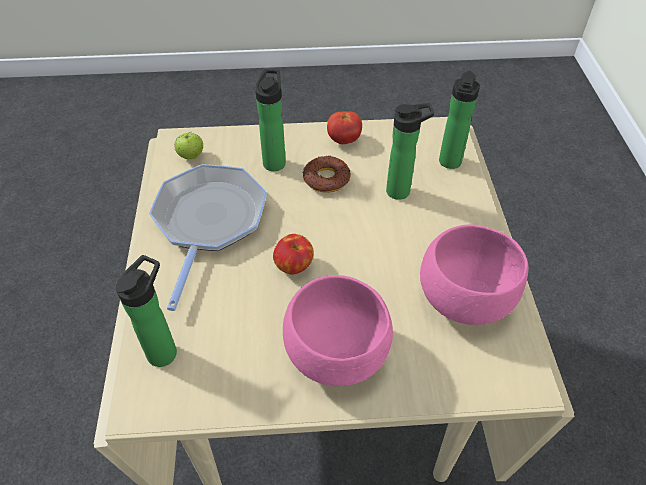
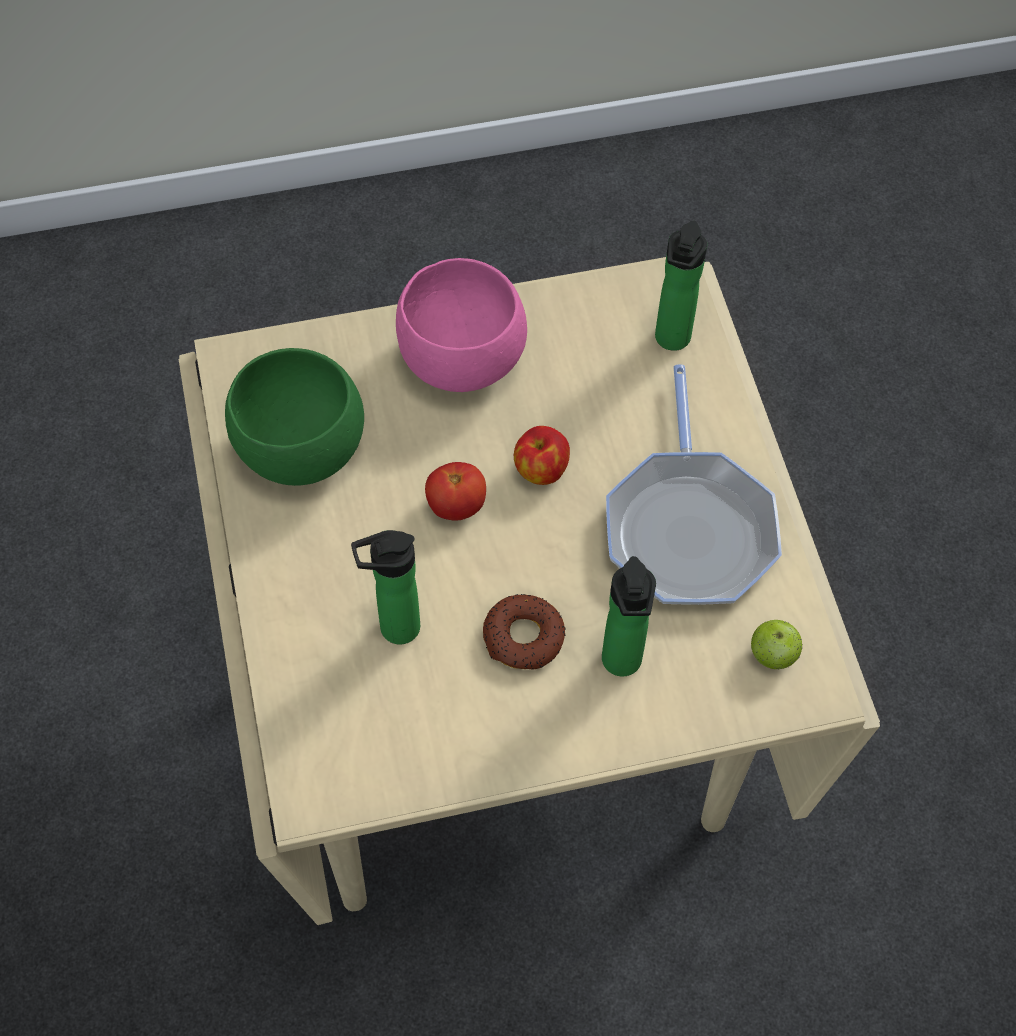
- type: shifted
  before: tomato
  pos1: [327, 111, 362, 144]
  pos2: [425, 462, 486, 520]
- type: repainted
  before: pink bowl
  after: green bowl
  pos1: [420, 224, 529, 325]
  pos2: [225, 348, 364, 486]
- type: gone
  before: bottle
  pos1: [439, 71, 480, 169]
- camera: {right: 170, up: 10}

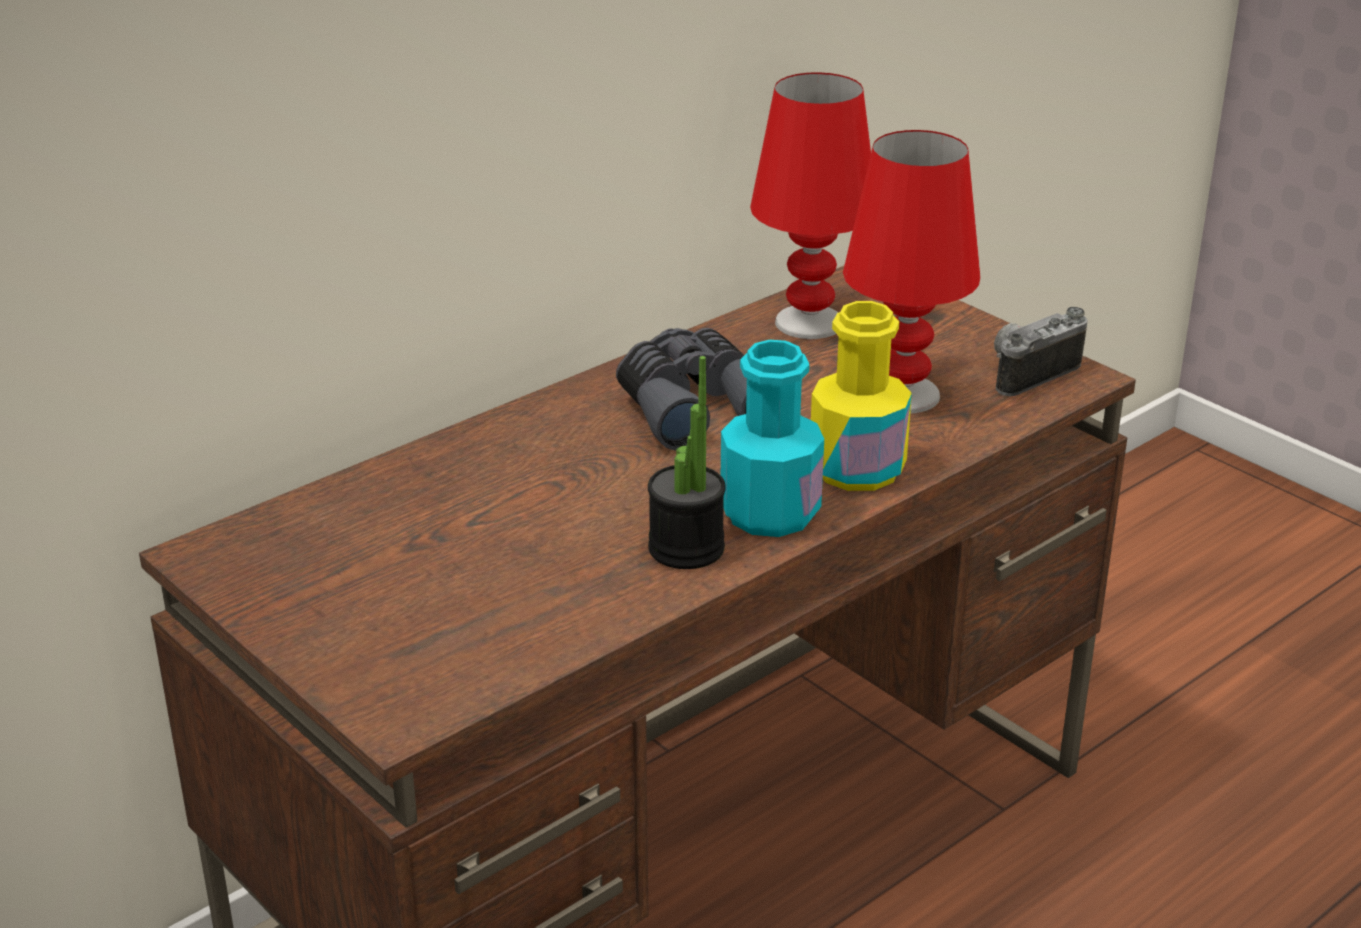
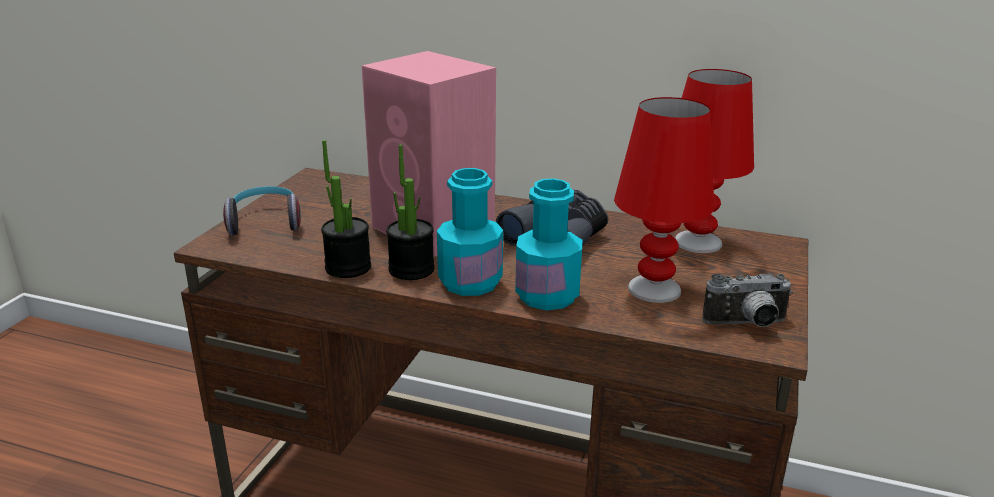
- type: repainted
  before: yellow bottle
  after: turquoise bottle
  pos1: [811, 301, 912, 491]
  pos2: [515, 178, 582, 310]
- type: rotated
  before: photo camera
  pos1: [994, 307, 1087, 397]
  pos2: [702, 274, 793, 327]
  turn: 150
- type: new
  after: headphones
  pos2: [223, 186, 301, 236]
- type: new
  after: potted plant
  pos2: [321, 140, 371, 278]
- type: new
  after: pink speaker
  pos2: [362, 51, 496, 257]
- camera: {right: 60, up: -5}

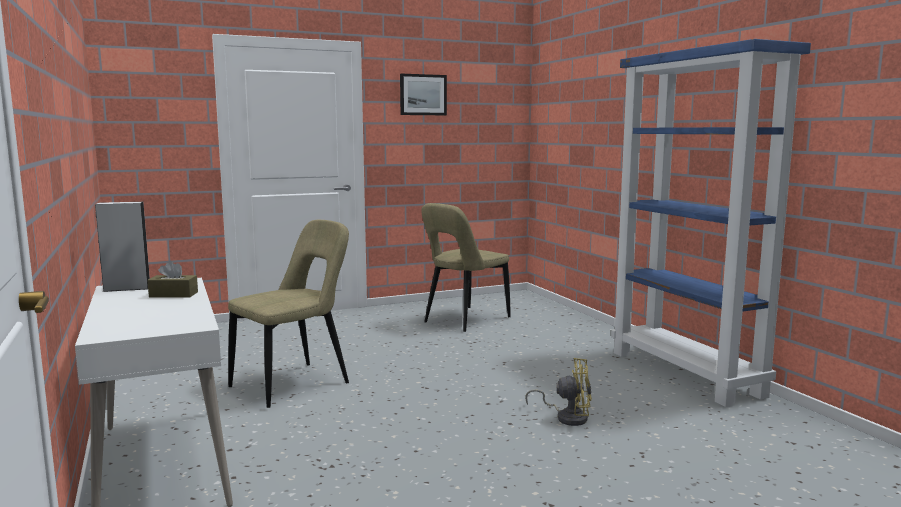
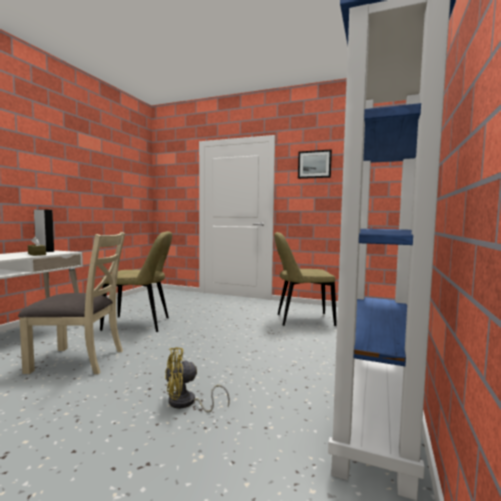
- type: rotated
  before: yellow fan
  pos1: [525, 358, 592, 426]
  pos2: [165, 347, 230, 412]
  turn: 105
- type: new
  after: beige chair
  pos2: [18, 232, 125, 374]
- camera: {right: 45, up: -5}

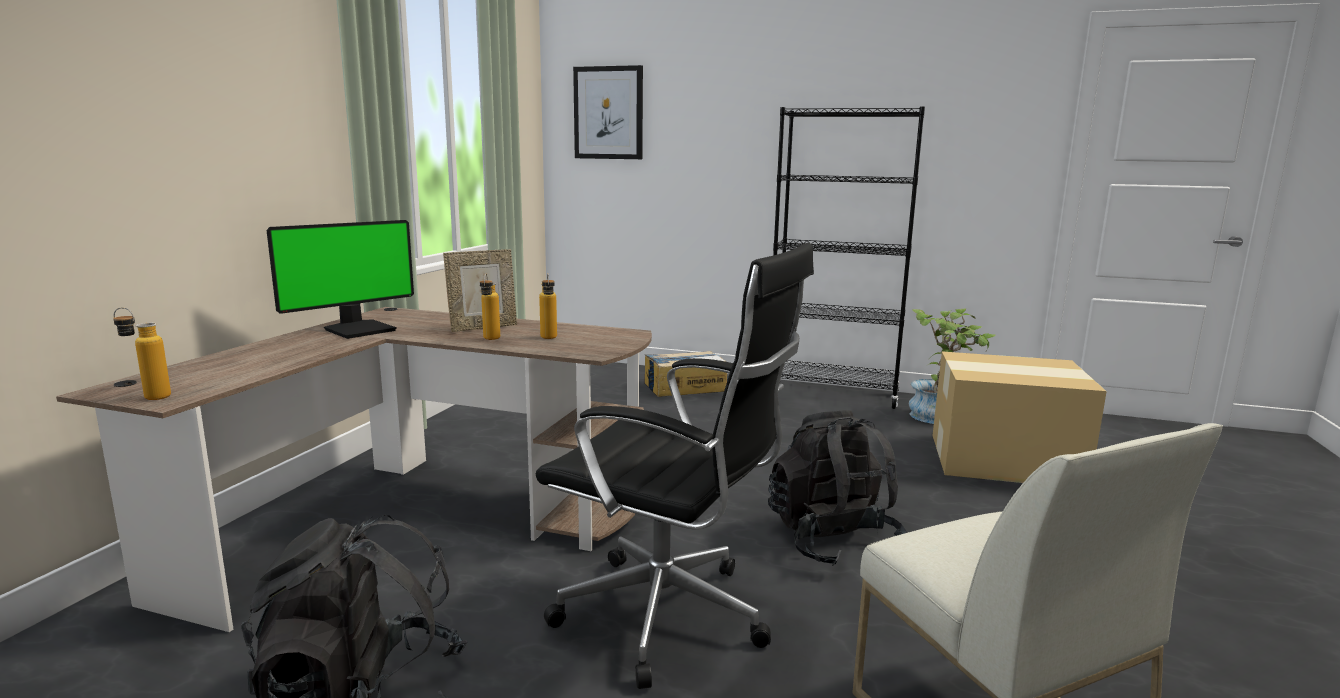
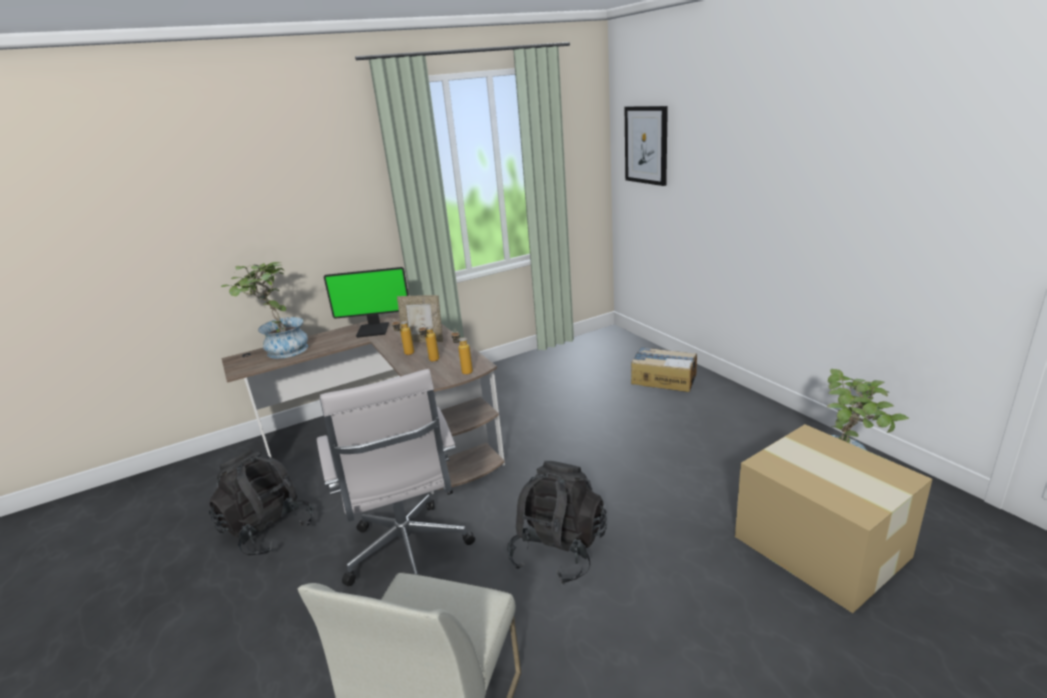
- type: shifted
  before: bottle
  pos1: [113, 307, 171, 400]
  pos2: [452, 329, 473, 375]
- type: repainted
  before: black office chair
  after: white office chair
  pos1: [536, 243, 814, 689]
  pos2: [317, 369, 475, 586]
- type: gone
  before: black bookcase
  pos1: [773, 106, 925, 409]
- type: new
  after: potted plant
  pos2: [221, 262, 308, 359]
- camera: {right: 45, up: 10}

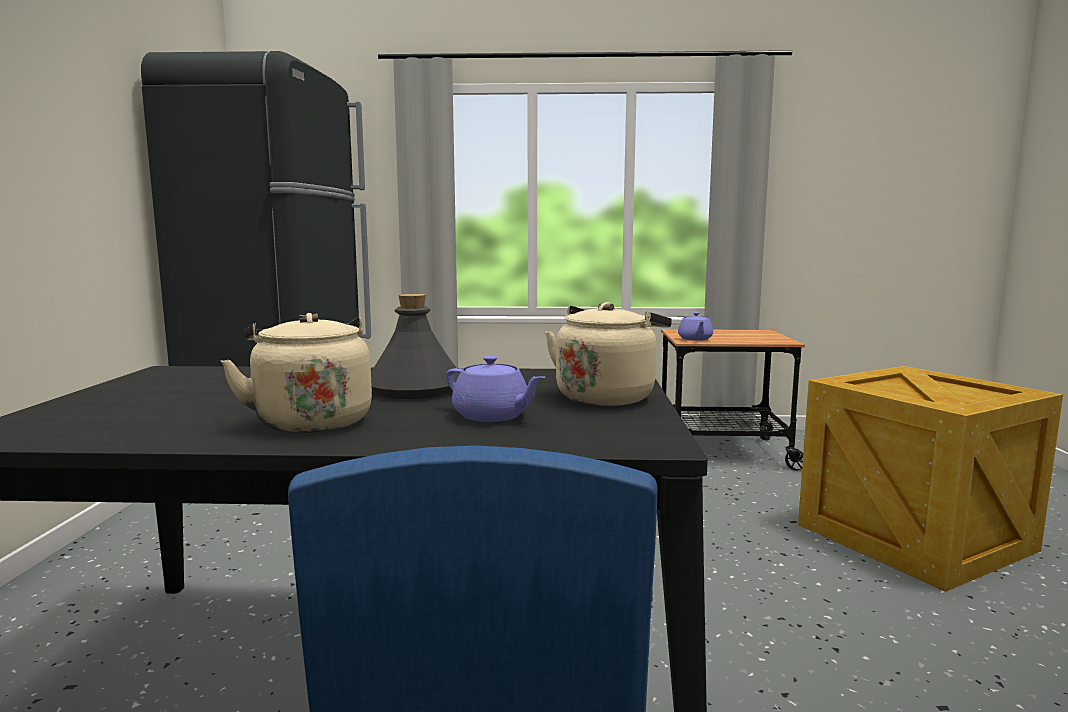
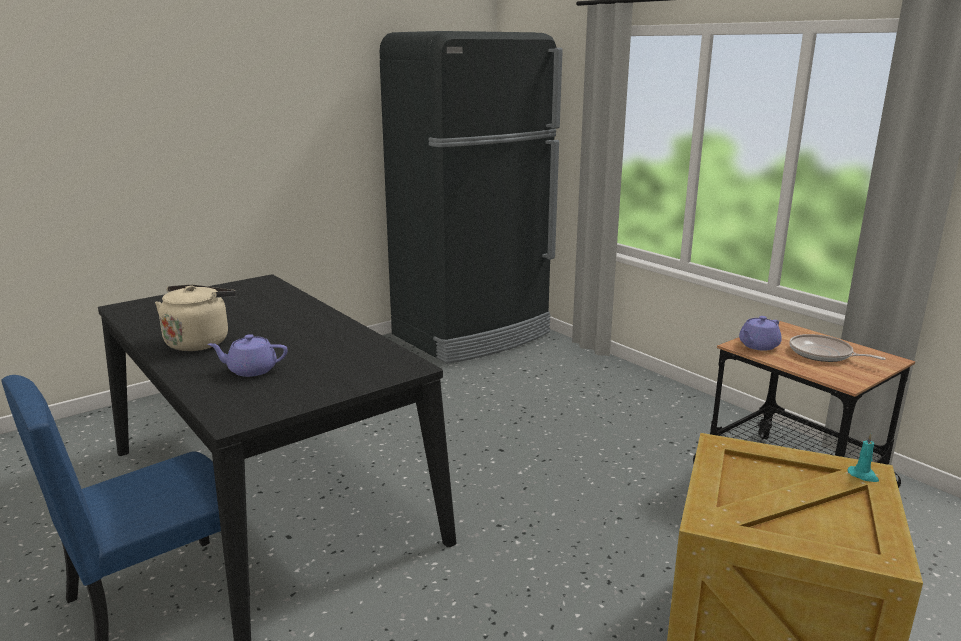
- type: gone
  before: grey bottle
  pos1: [371, 294, 460, 399]
- type: rotated
  before: purple teapot
  pos1: [446, 356, 545, 422]
  pos2: [208, 334, 288, 377]
  turn: 90
- type: gone
  before: beige kettle
  pos1: [545, 302, 672, 406]
- type: new
  after: frying pan
  pos2: [789, 334, 886, 362]
- type: new
  after: turquoise candle
  pos2: [847, 434, 879, 482]
- camera: {right: 50, up: 10}

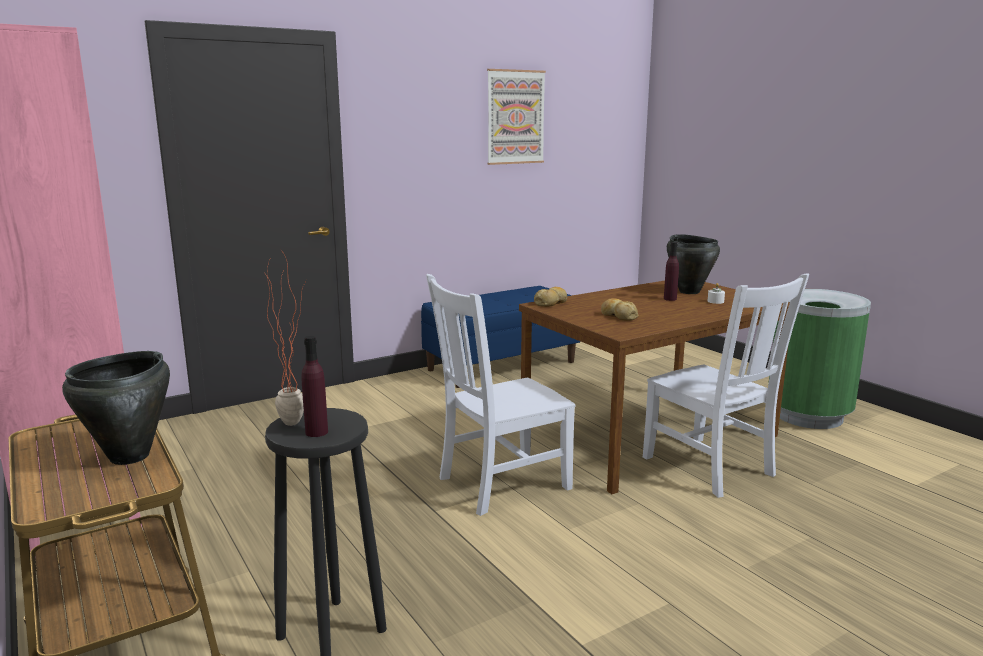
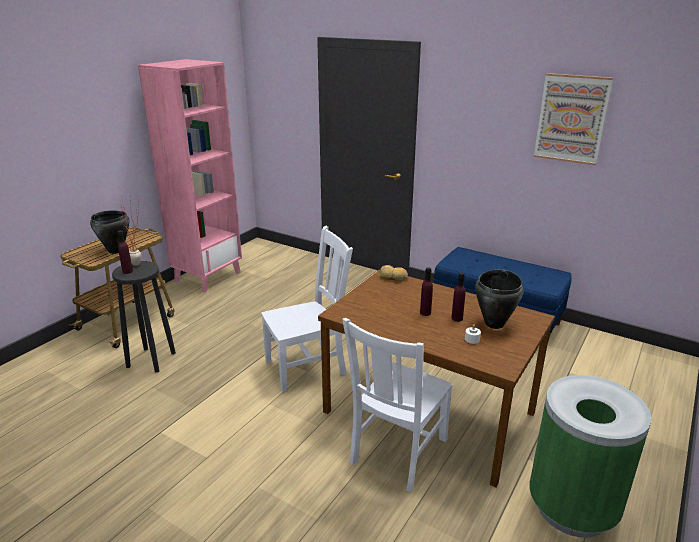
- type: rotated
  before: white chair
  pos1: [426, 274, 576, 516]
  pos2: [261, 226, 353, 392]
  turn: 120
- type: gone
  before: bread
  pos1: [601, 299, 639, 321]
- type: new
  after: purple bottle
  pos2: [420, 267, 433, 316]
- camera: {right: 65, up: 10}

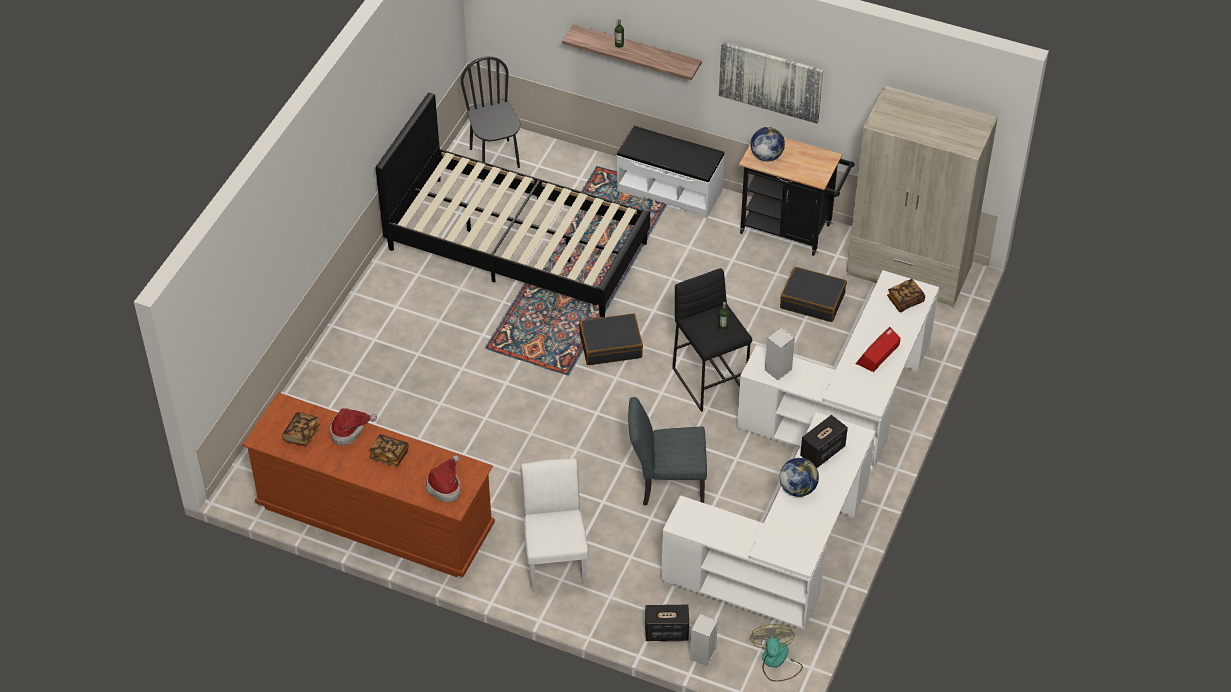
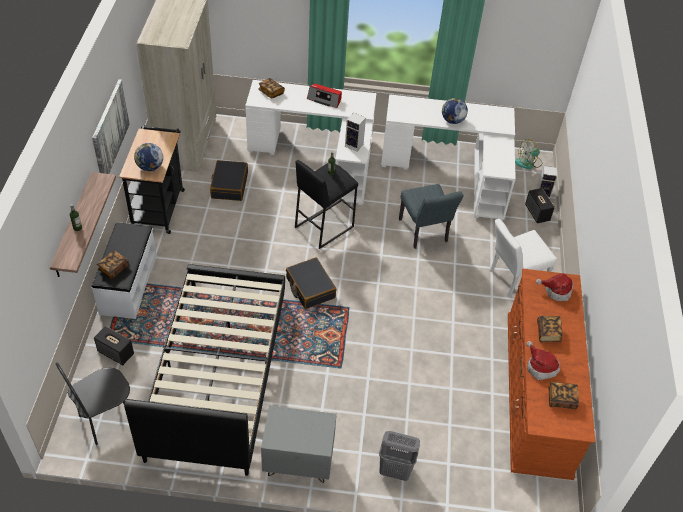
- type: shifted
  before: speaker
  pos1: [800, 415, 848, 468]
  pos2: [94, 326, 134, 365]
- type: new
  after: book
  pos2: [97, 250, 129, 279]
- type: new
  after: grey nightstand
  pos2: [261, 406, 337, 483]
- type: new
  after: grey laundry basket
  pos2: [379, 431, 420, 481]
- camera: {right: -110, up: 0}

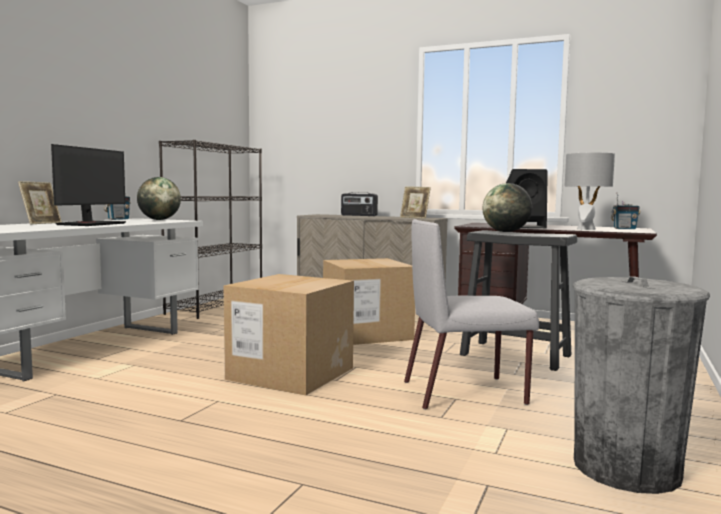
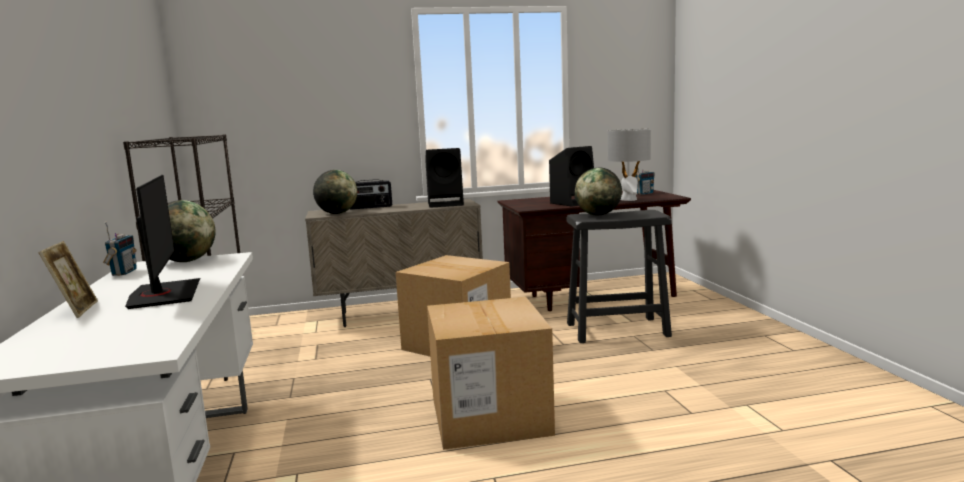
- type: swapped
  before: picture frame
  after: black speaker
  pos1: [400, 186, 431, 219]
  pos2: [426, 148, 464, 208]
- type: gone
  before: grey chair
  pos1: [404, 219, 539, 410]
- type: gone
  before: grey trash can
  pos1: [573, 277, 710, 494]
- type: new
  after: globe
  pos2: [313, 170, 357, 214]
- camera: {right: -35, up: 5}

